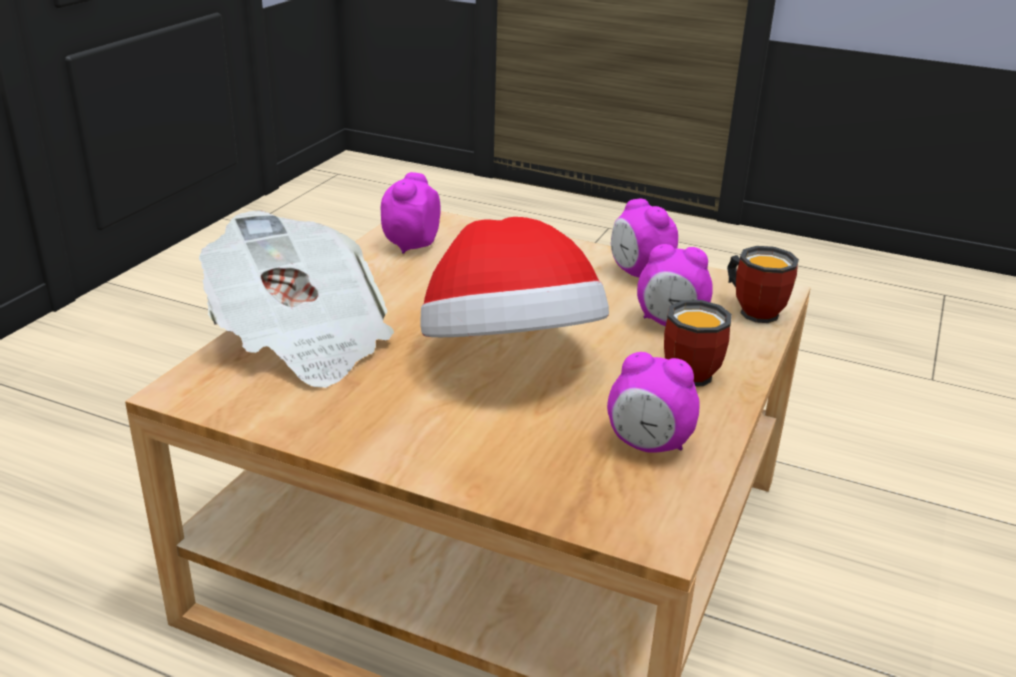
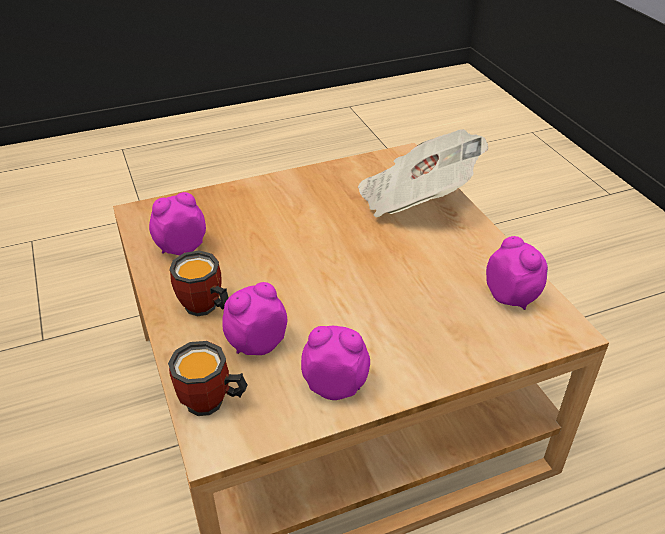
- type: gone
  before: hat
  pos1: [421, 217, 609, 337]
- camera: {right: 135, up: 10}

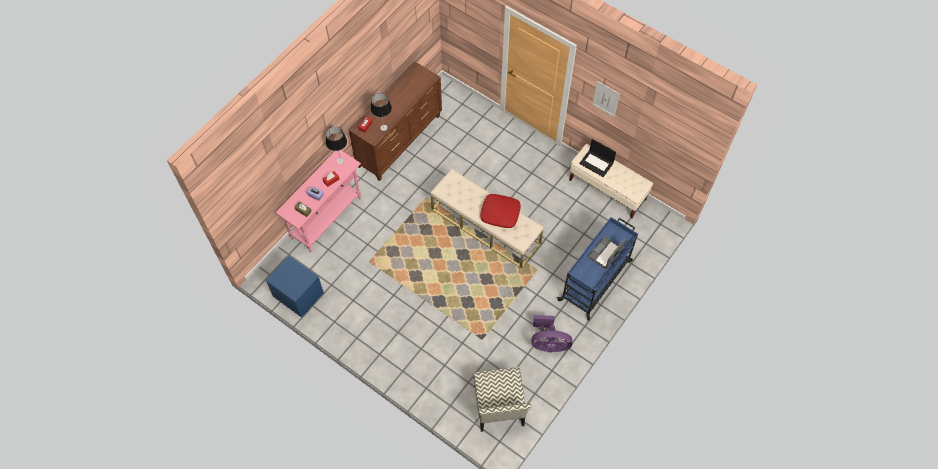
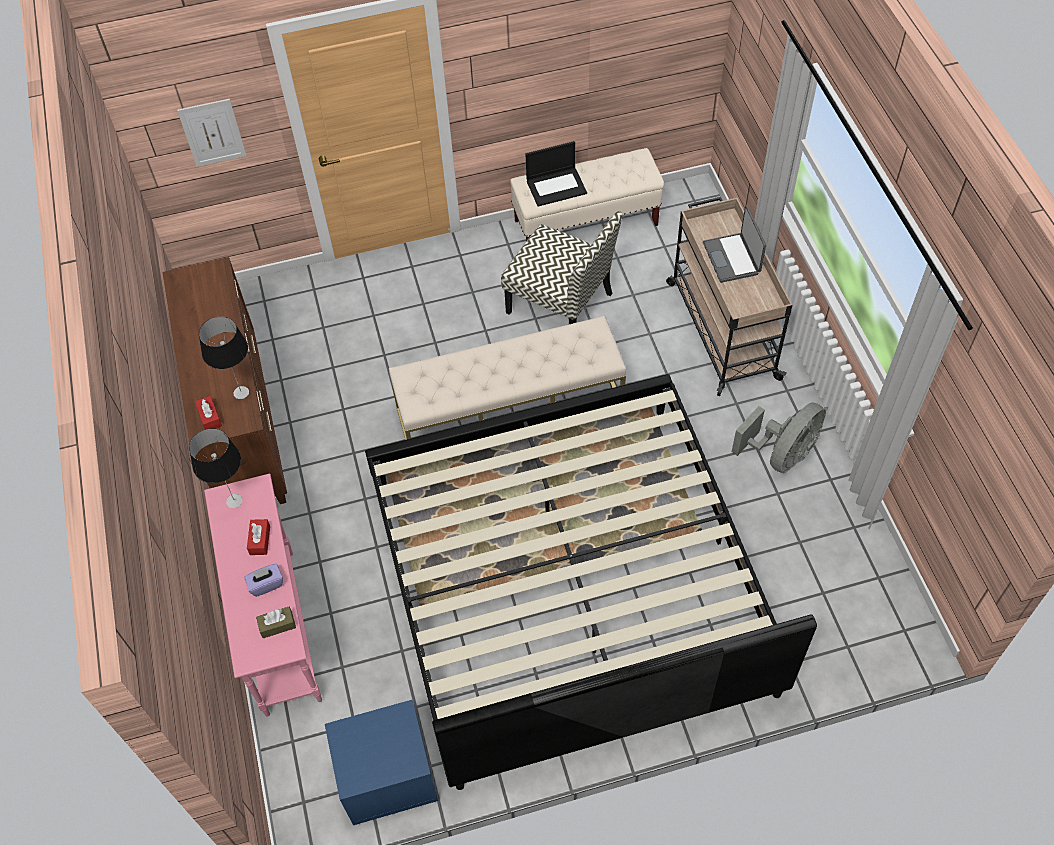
- type: shifted
  before: chair
  pos1: [474, 367, 532, 432]
  pos2: [501, 211, 622, 324]
- type: gone
  before: red pillow
  pos1: [480, 194, 521, 228]
- type: repainted
  before: purple fan
  after: grey fan
  pos1: [531, 315, 573, 352]
  pos2: [732, 402, 826, 473]
- type: repainted
  before: blue cart
  after: beige cart
  pos1: [557, 217, 638, 320]
  pos2: [666, 197, 793, 396]
- type: shifted
  before: picture
  pos1: [592, 81, 620, 117]
  pos2: [177, 99, 247, 167]
- type: new
  after: bed
  pos2: [365, 374, 817, 790]
- camera: {right: -50, up: -5}

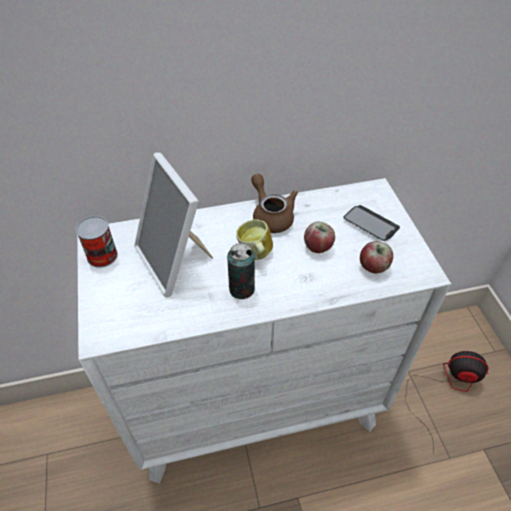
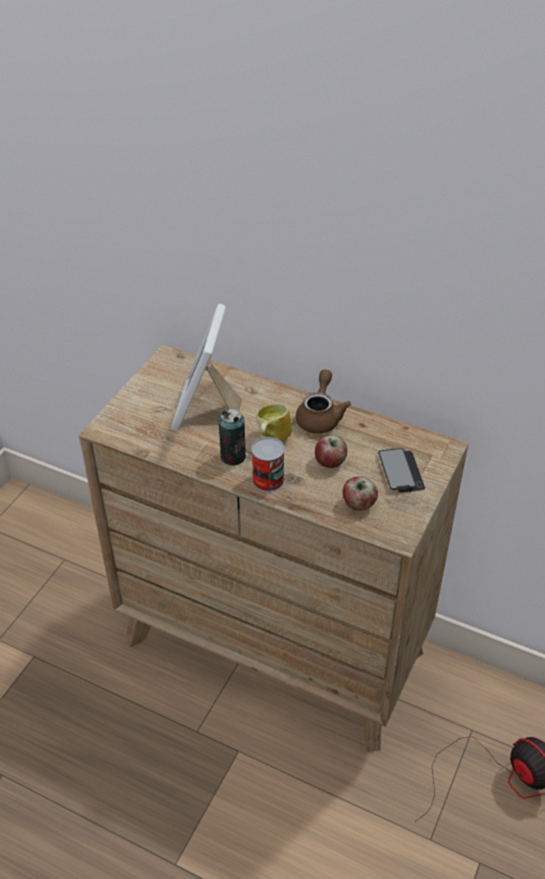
- type: shifted
  before: can
  pos1: [76, 216, 118, 268]
  pos2: [251, 437, 285, 492]
- type: repainted
  before: white dresser
  after: brown dresser
  pos1: [77, 178, 451, 483]
  pos2: [79, 345, 469, 752]
- camera: {right: 40, up: -5}

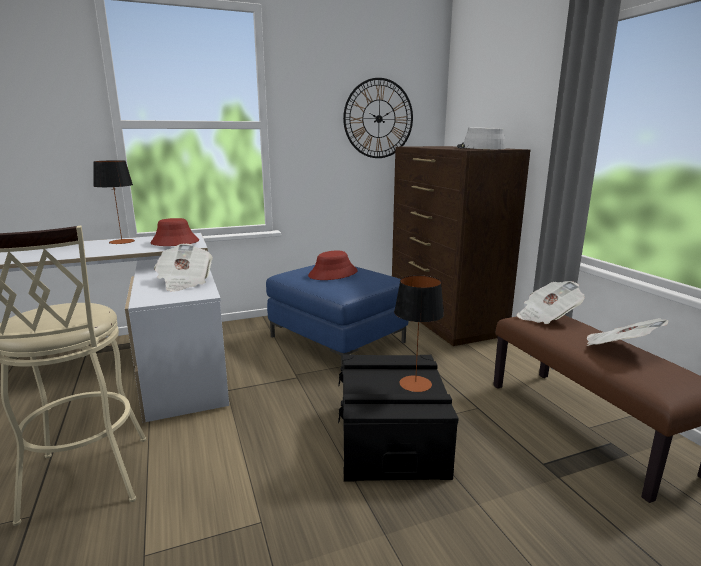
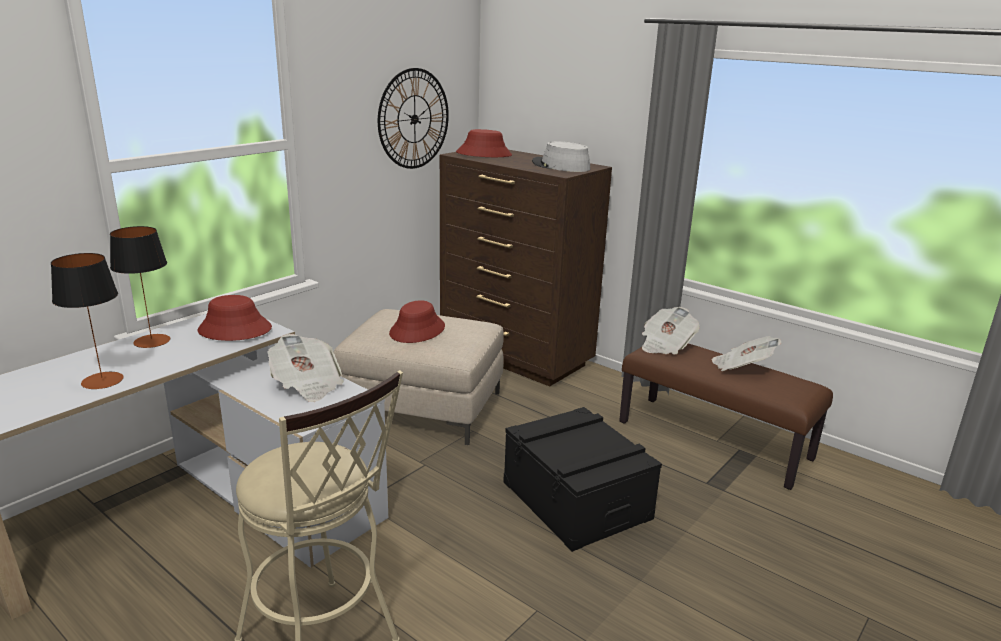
- type: repainted
  before: blue ottoman
  after: beige ottoman
  pos1: [266, 265, 409, 372]
  pos2: [333, 309, 504, 445]
- type: shifted
  before: table lamp
  pos1: [394, 275, 444, 392]
  pos2: [51, 253, 123, 389]
- type: new
  after: red hat
  pos2: [456, 129, 512, 157]
- camera: {right: -30, up: 5}

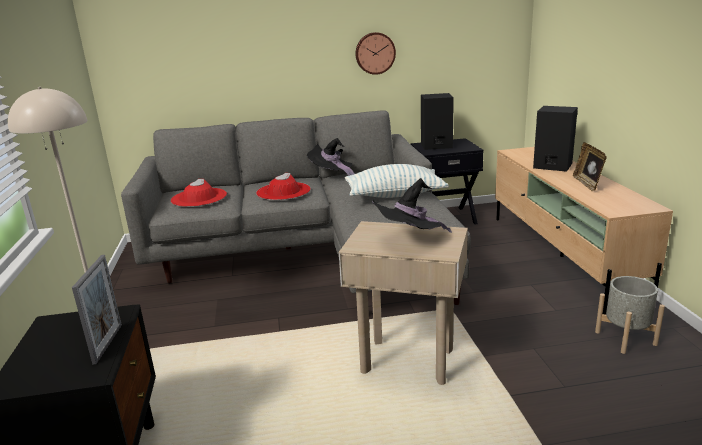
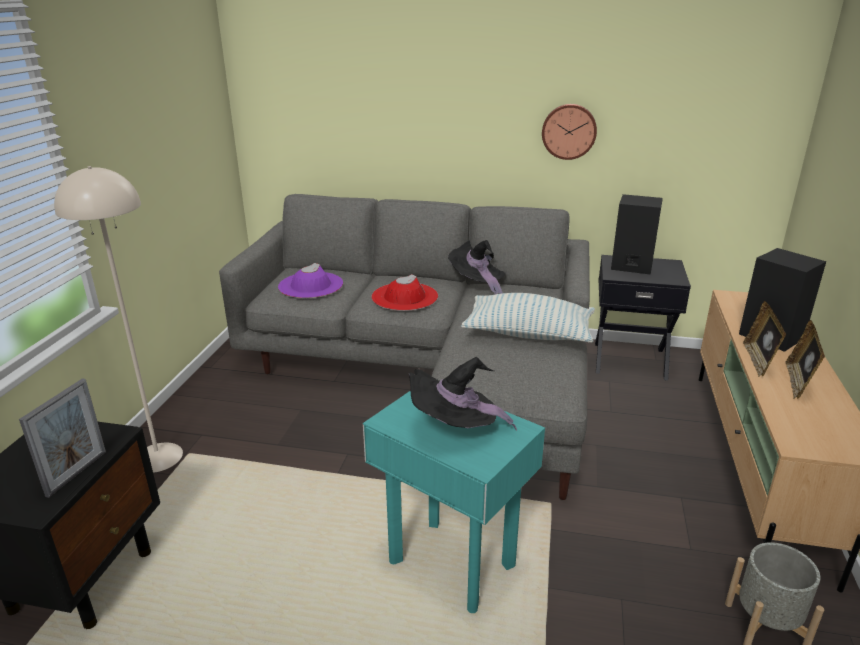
- type: repainted
  before: red hat
  after: purple hat
  pos1: [171, 179, 227, 207]
  pos2: [278, 263, 343, 298]
- type: repainted
  before: beige side table
  after: turquoise side table
  pos1: [339, 221, 468, 385]
  pos2: [363, 391, 545, 613]
- type: new
  after: picture frame
  pos2: [743, 301, 786, 377]
- camera: {right: 20, up: 5}

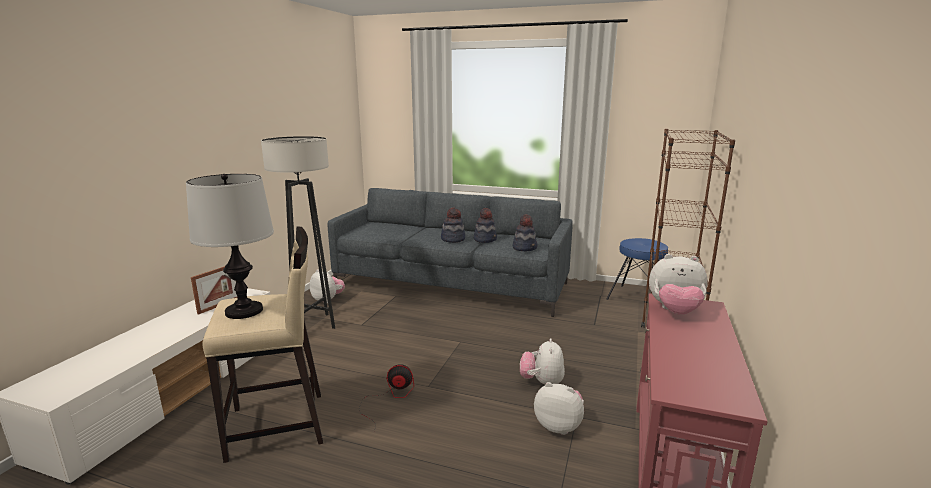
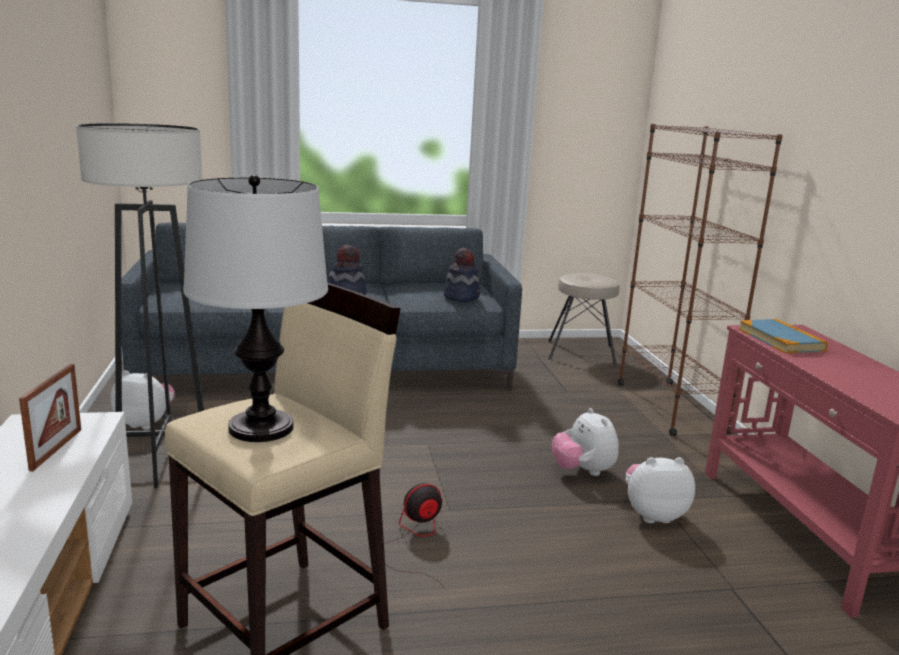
- type: gone
  before: hat
  pos1: [474, 208, 497, 243]
- type: repainted
  before: blue stool
  after: beige stool
  pos1: [607, 238, 668, 300]
  pos2: [548, 273, 620, 365]
- type: swapped
  before: plush toy
  after: book
  pos1: [649, 254, 708, 315]
  pos2: [739, 319, 828, 353]
- camera: {right: -30, up: 0}

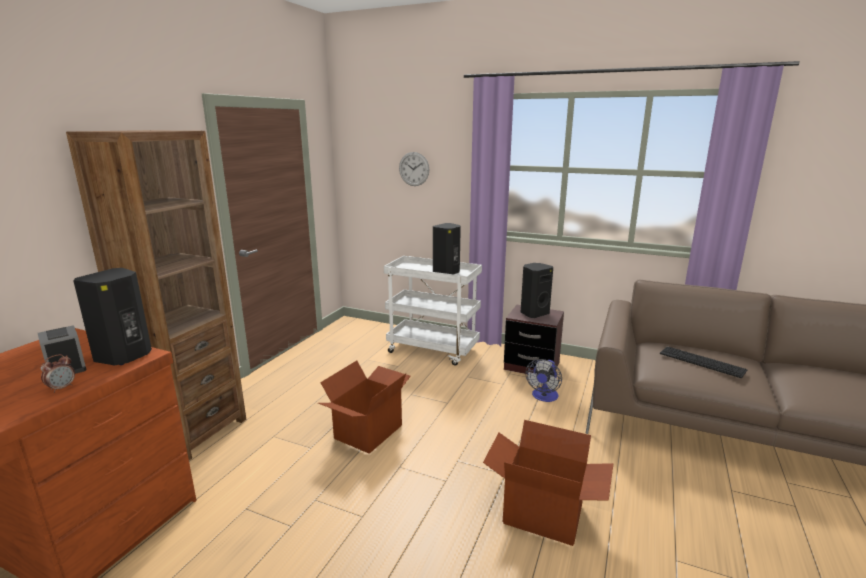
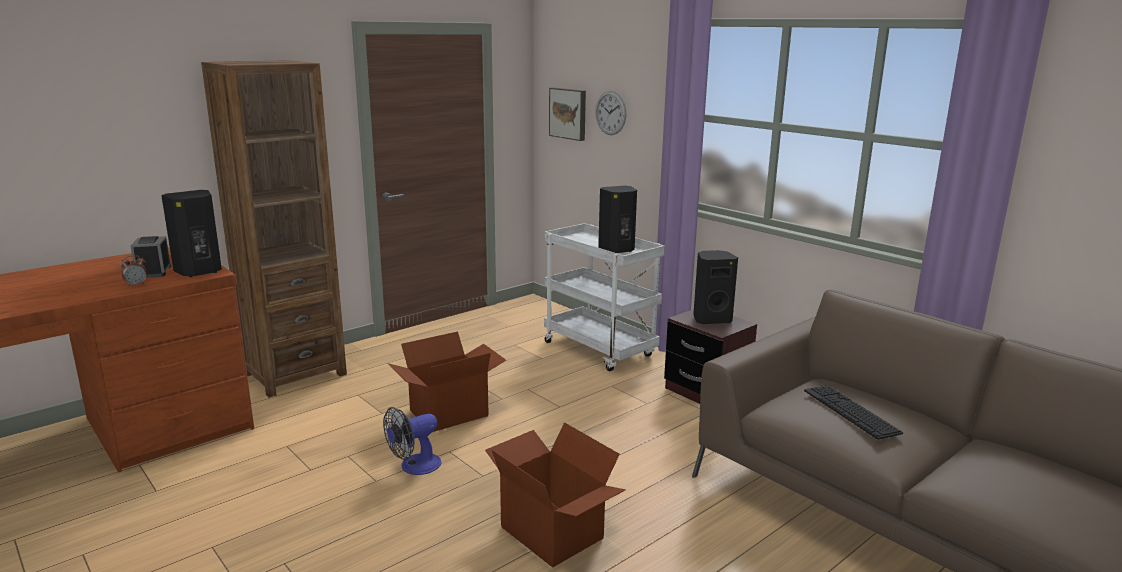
- type: shifted
  before: fan
  pos1: [525, 359, 562, 402]
  pos2: [383, 407, 441, 475]
- type: new
  after: picture
  pos2: [549, 88, 586, 141]
- camera: {right: 25, up: 0}

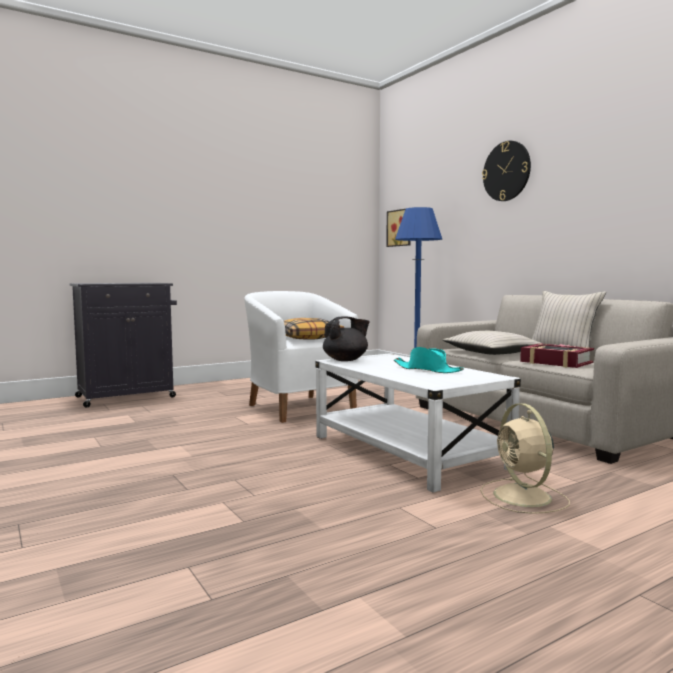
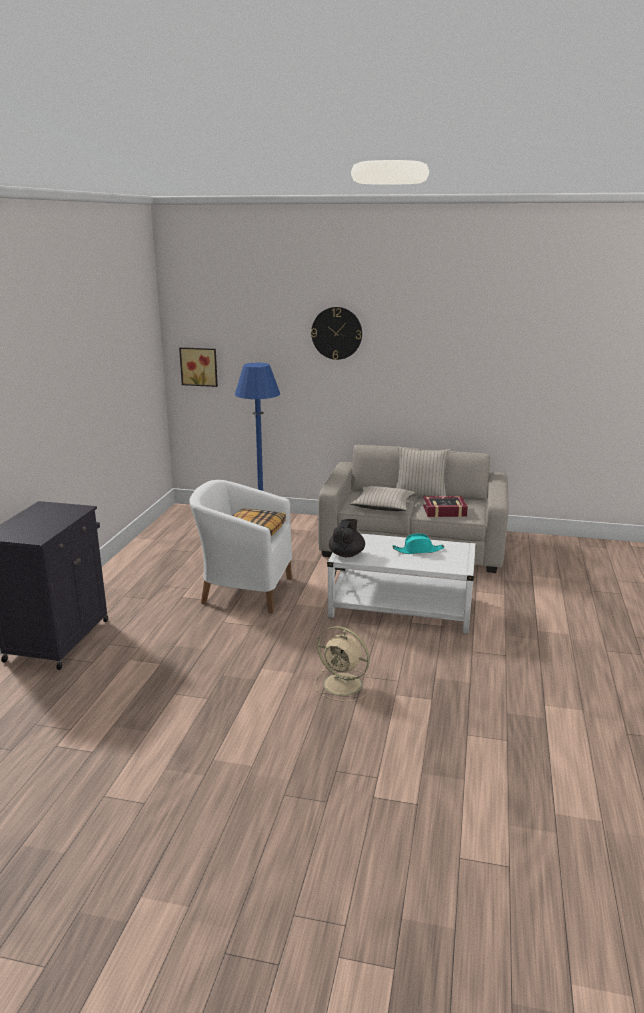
- type: shifted
  before: beige fan
  pos1: [480, 403, 570, 514]
  pos2: [314, 626, 373, 702]
- camera: {right: -45, up: 15}

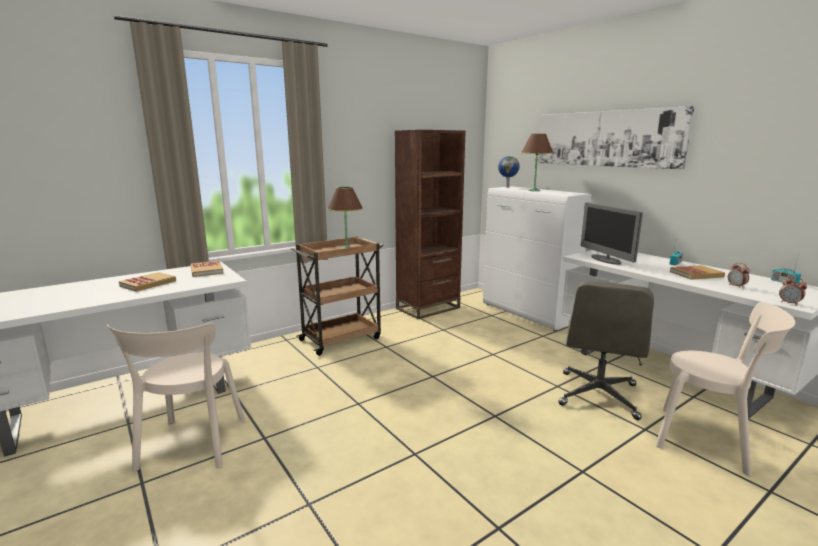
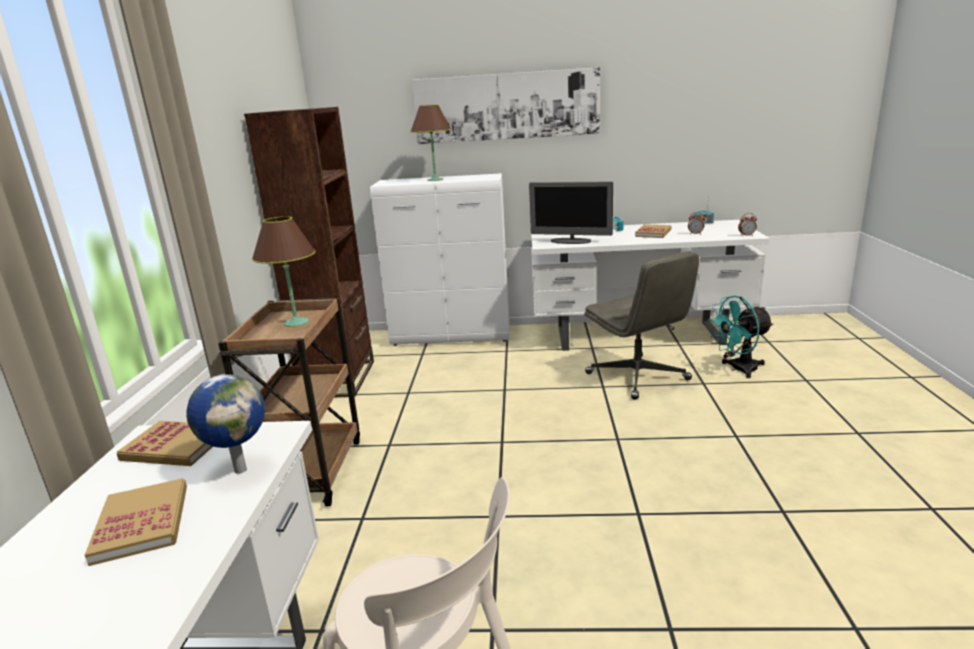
- type: shifted
  before: globe
  pos1: [498, 156, 519, 187]
  pos2: [186, 374, 265, 474]
- type: swapped
  before: beige chair
  after: turquoise fan
  pos1: [655, 302, 795, 477]
  pos2: [708, 296, 773, 378]
- camera: {right: -50, up: 5}

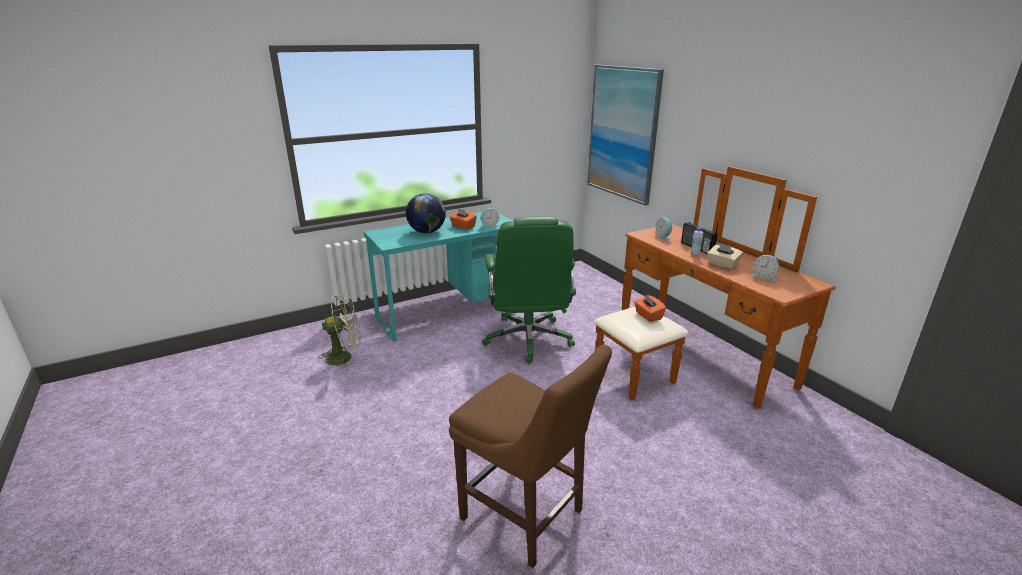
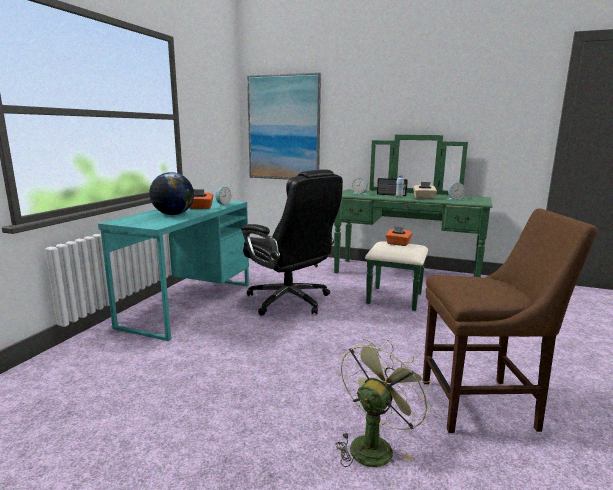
- type: shifted
  before: green fan
  pos1: [318, 294, 361, 370]
  pos2: [336, 339, 431, 467]
- type: repainted
  before: green office chair
  after: black office chair
  pos1: [482, 216, 576, 364]
  pos2: [241, 169, 343, 316]
- type: repainted
  before: brown dresser
  after: green dresser
  pos1: [594, 166, 836, 409]
  pos2: [334, 135, 493, 311]
- camera: {right: -40, up: -10}

